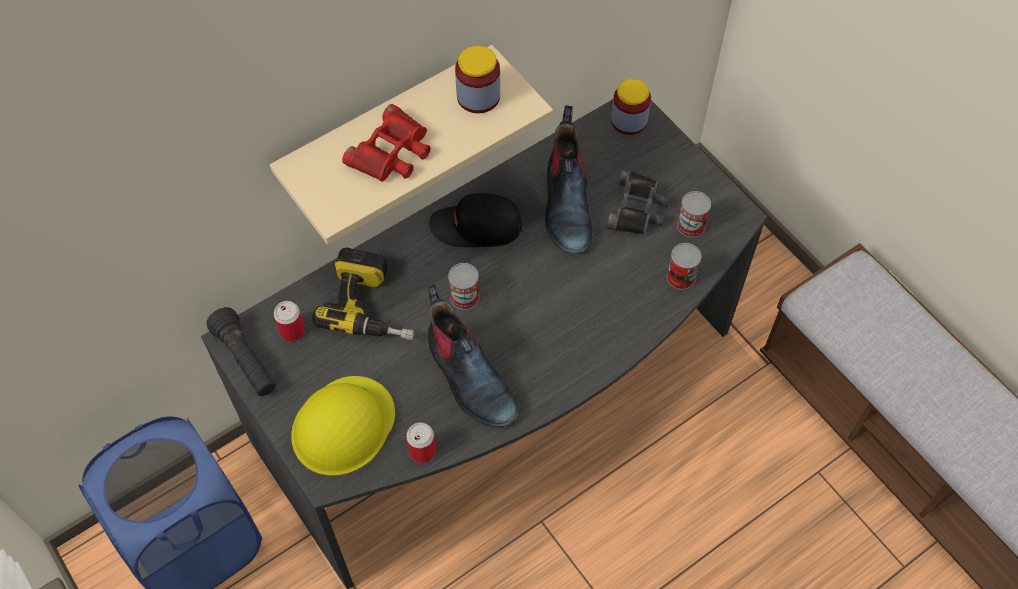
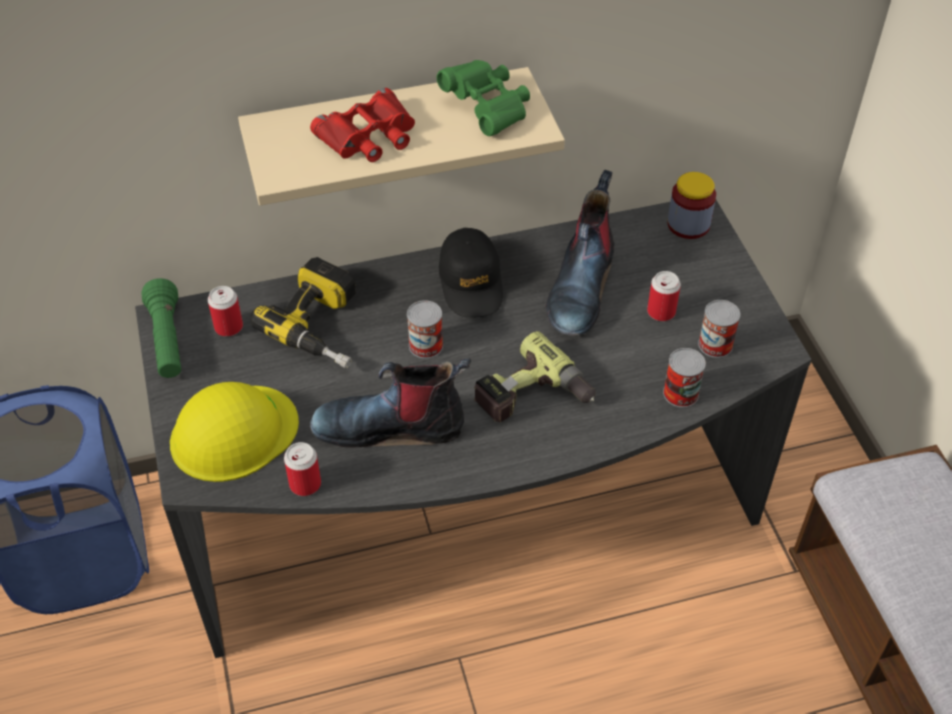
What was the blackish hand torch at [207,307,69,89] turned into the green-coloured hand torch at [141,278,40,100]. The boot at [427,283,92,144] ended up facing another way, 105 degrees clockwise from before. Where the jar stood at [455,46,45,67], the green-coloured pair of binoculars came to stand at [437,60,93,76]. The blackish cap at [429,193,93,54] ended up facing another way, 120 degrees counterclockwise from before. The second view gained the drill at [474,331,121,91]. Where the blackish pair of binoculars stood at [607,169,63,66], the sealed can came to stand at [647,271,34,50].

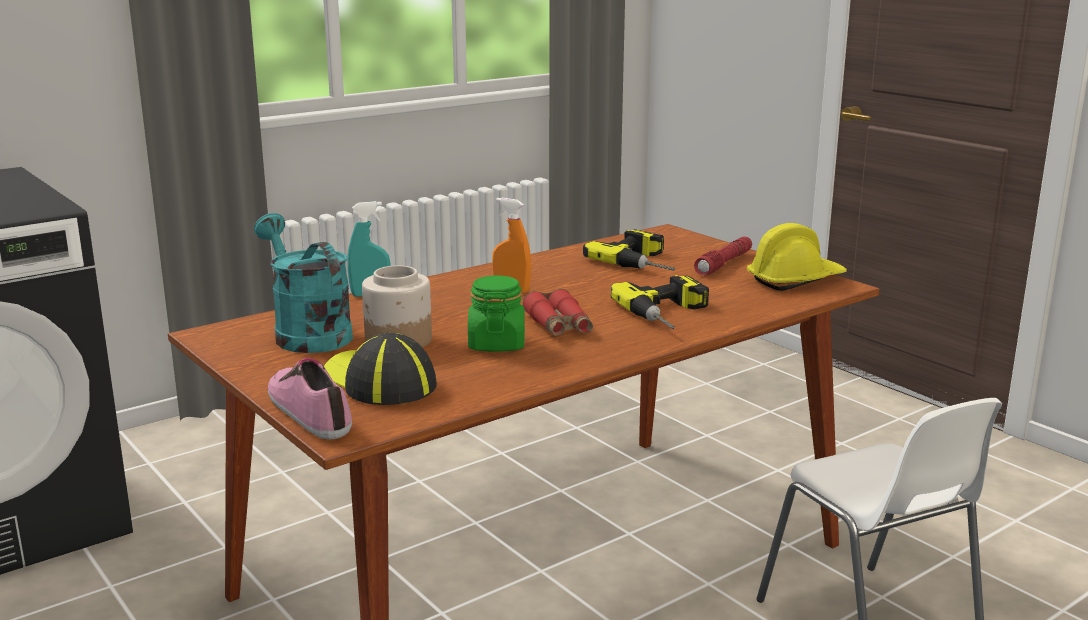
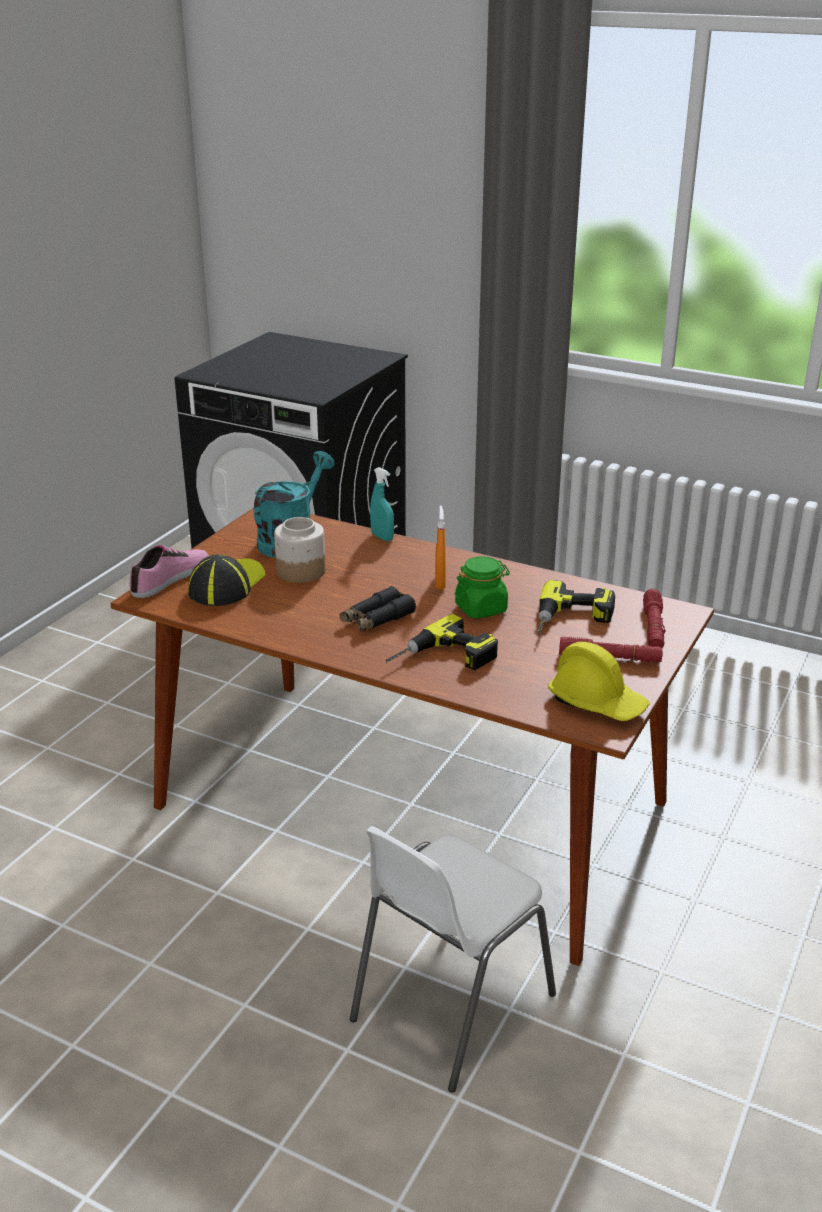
What was the red pair of binoculars at [523,289,70,47] turned into the blackish pair of binoculars at [339,586,77,46]. The green-coloured jar ended up elsewhere, having gone from [468,275,57,77] to [455,556,55,63]. The second view gained the red hand torch at [643,589,23,59].

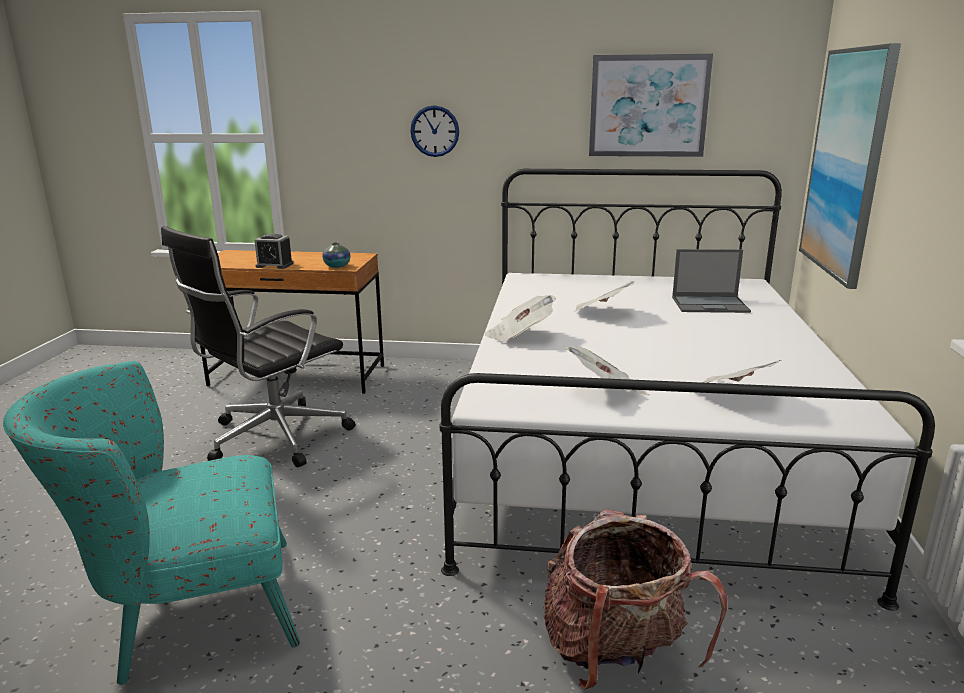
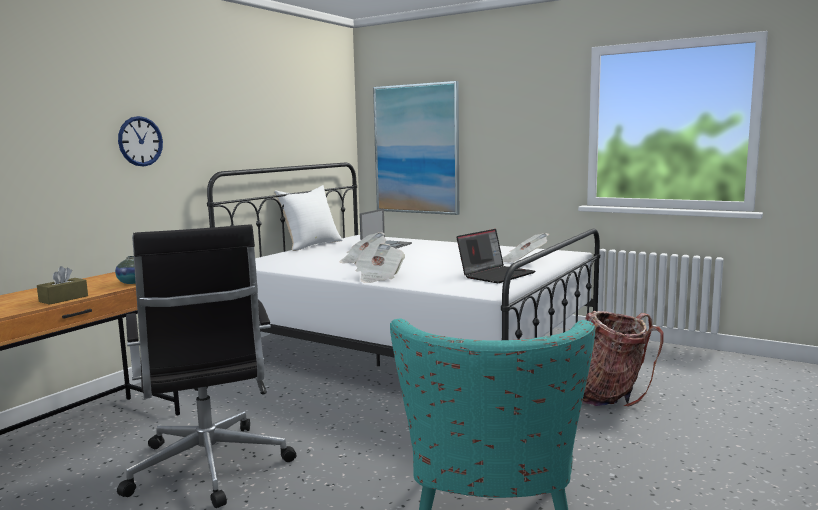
Where the alarm clock stood at [255,233,38,36], the brown-coloured tissue box came to stand at [37,266,51,39]. The second view gained the white cushion at [274,185,69,66]. Where the printed paper stood at [565,346,85,49], the notebook computer came to stand at [456,229,79,54]. The second view lost the wall picture at [589,54,124,103].

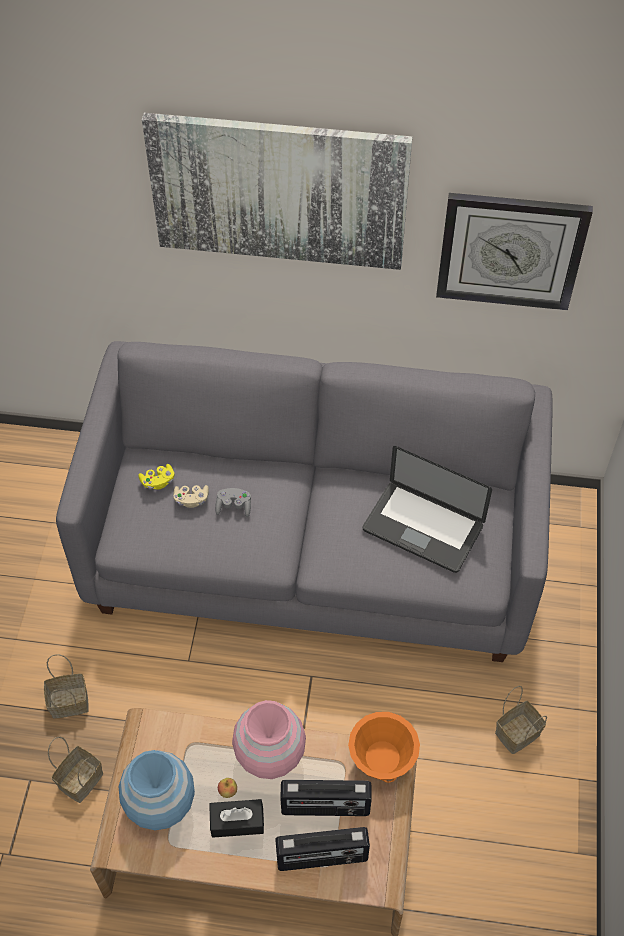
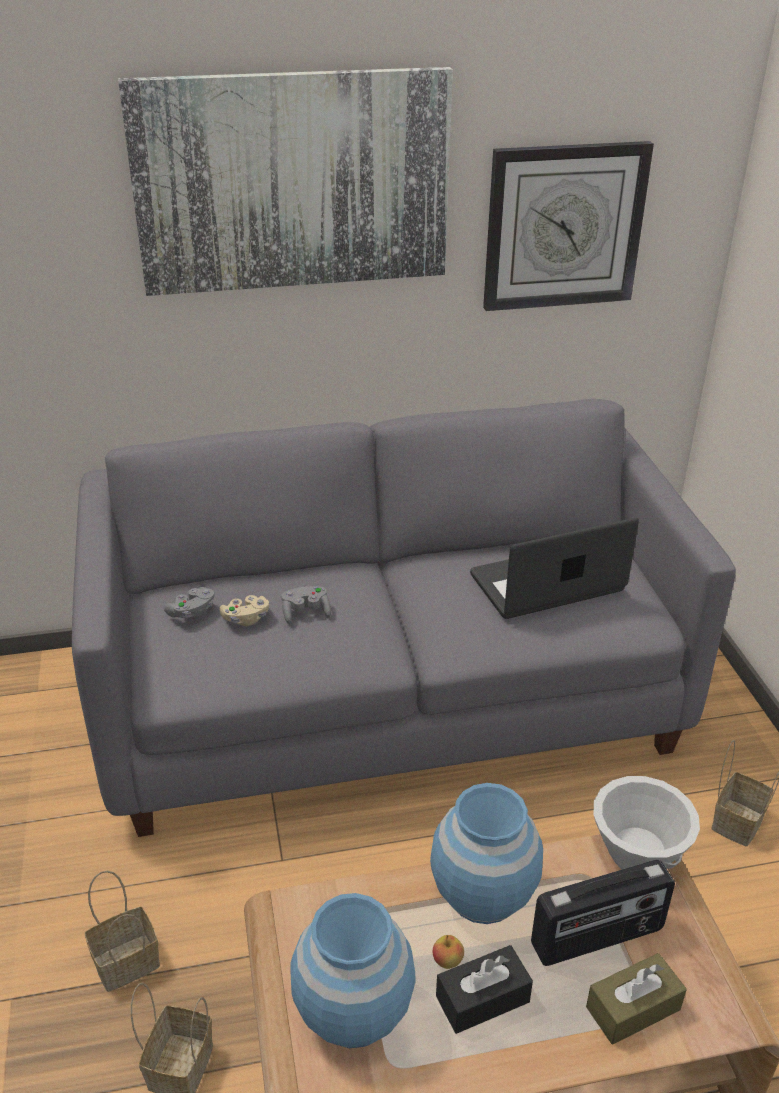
What was the yellowish gamepad at [138,464,37,25] turned into the grey gamepad at [164,587,50,32]. What was the pink-coloured flower vase at [232,700,74,79] turned into the bluish flower vase at [430,783,113,141]. The notebook computer at [362,446,130,127] ended up facing another way, 150 degrees clockwise from before. Where the radio receiver stood at [275,827,95,44], the brown-coloured tissue box came to stand at [586,953,101,91]. What was the orange-coloured deep dish at [348,712,72,71] turned into the white deep dish at [594,776,106,93].

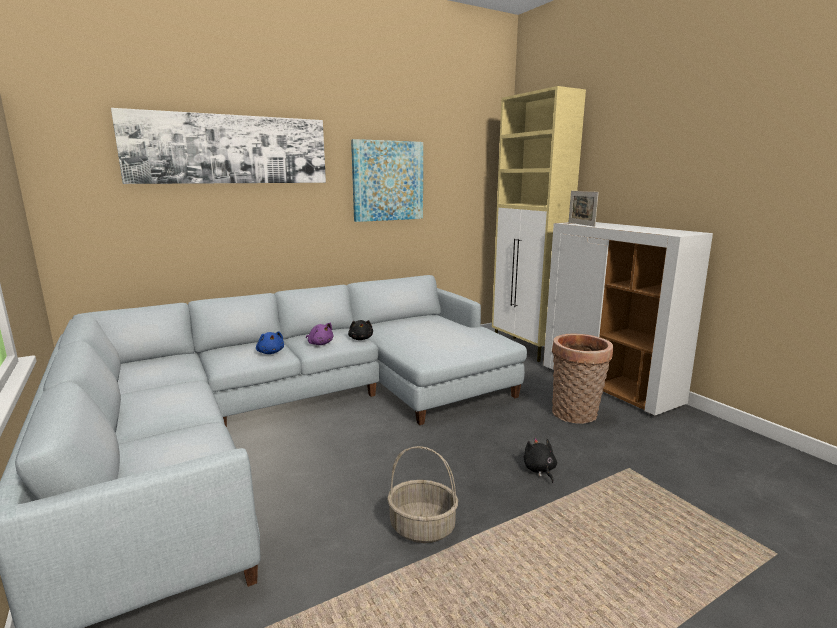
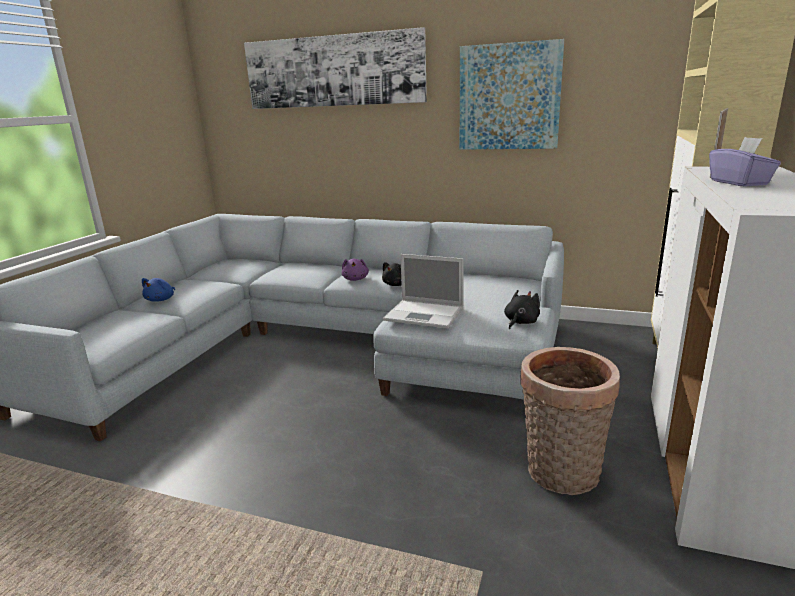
The bluish plush toy ended up elsewhere, having gone from [256,331,28,23] to [142,278,33,24]. The second view gained the notebook computer at [383,254,81,75]. The blackish plush toy ended up elsewhere, having gone from [524,438,33,45] to [504,290,36,40]. The second view gained the purple tissue box at [709,137,72,49]. The second view lost the basket at [387,446,71,97].

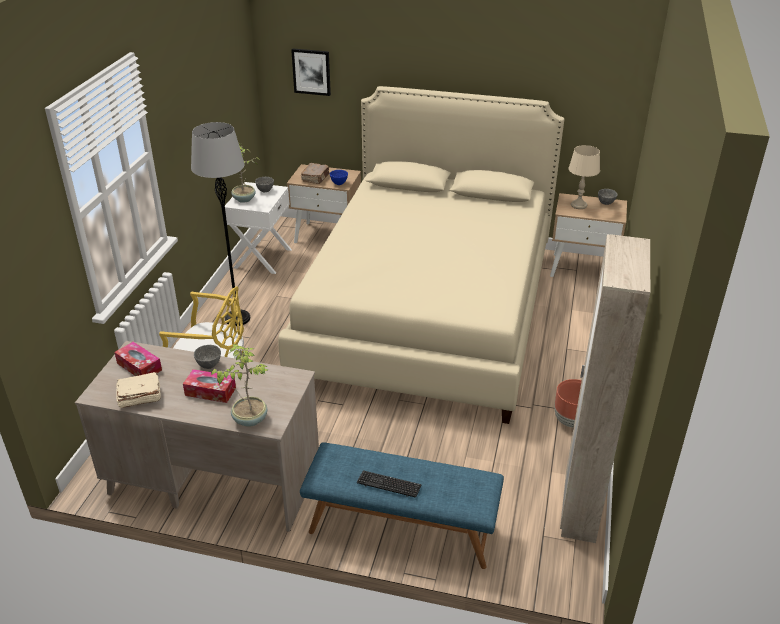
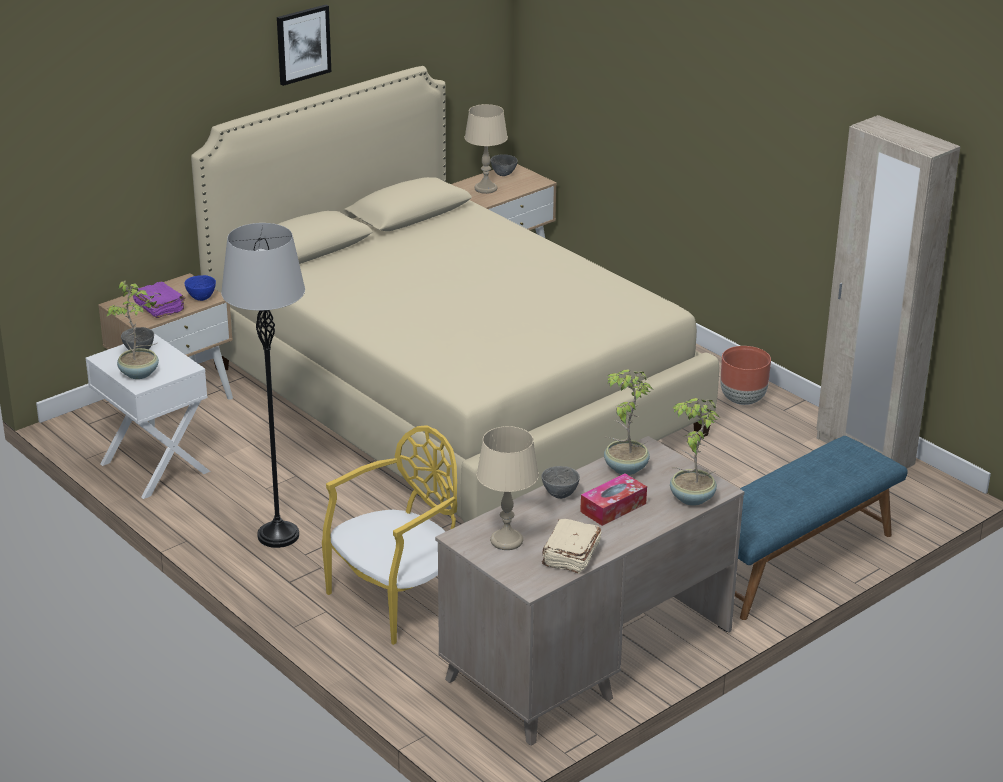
What was the brown-coloured bound book at [301,163,29,21] turned into the purple bound book at [133,281,52,37]. The wall picture ended up elsewhere, having gone from [291,48,40,48] to [277,5,54,81]. Where the tissue box stood at [114,342,48,34], the beige table lamp came to stand at [477,426,62,124]. The second view gained the potted plant at [604,369,48,106]. The second view lost the computer keyboard at [357,470,64,28].

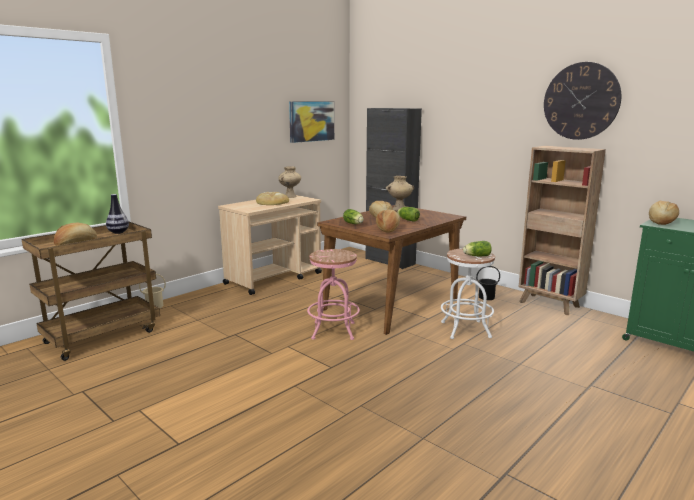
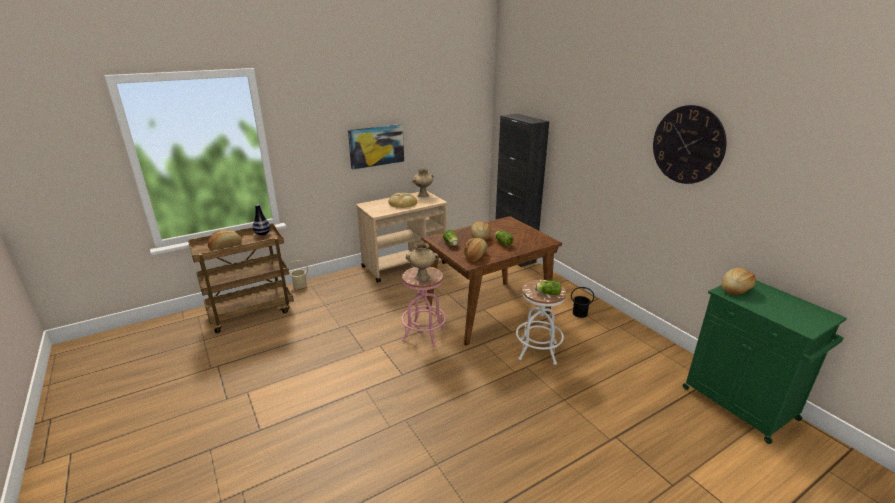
The wall picture ended up elsewhere, having gone from [289,101,45,42] to [348,124,56,46]. The beige flower vase ended up elsewhere, having gone from [386,176,28,35] to [406,243,32,38]. The second view lost the brown-coloured bookshelf at [518,146,88,169].

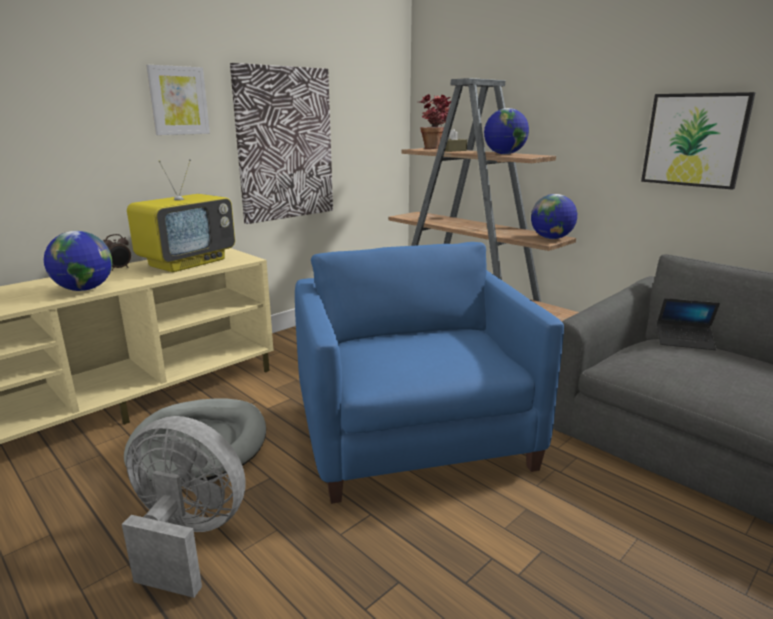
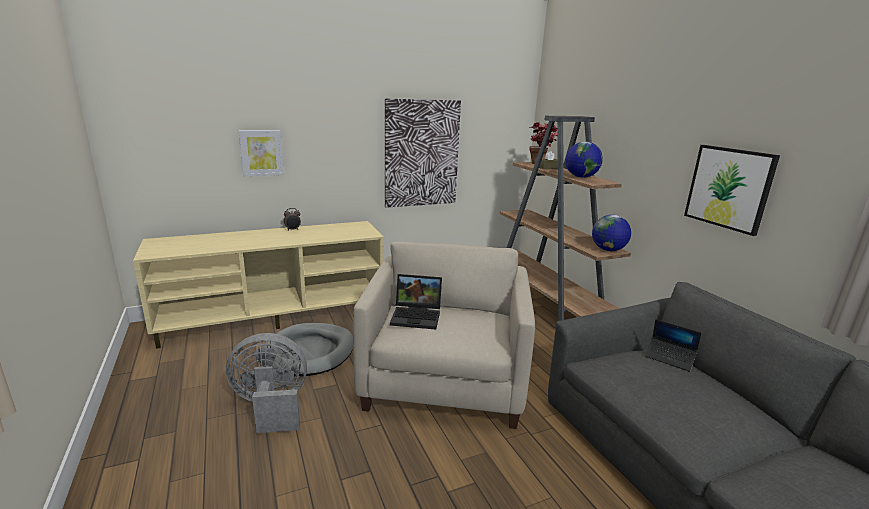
The grey electric fan at [122,416,124,182] ended up facing another way, 45 degrees counterclockwise from before. The wall picture ended up elsewhere, having gone from [146,65,64,70] to [239,130,45,46]. What was the bluish easy chair at [295,242,269,262] turned into the beige easy chair at [353,242,182,187]. The second view gained the notebook computer at [390,274,52,56]. The second view lost the world globe at [44,231,68,60]. The second view lost the television at [127,159,108,113].

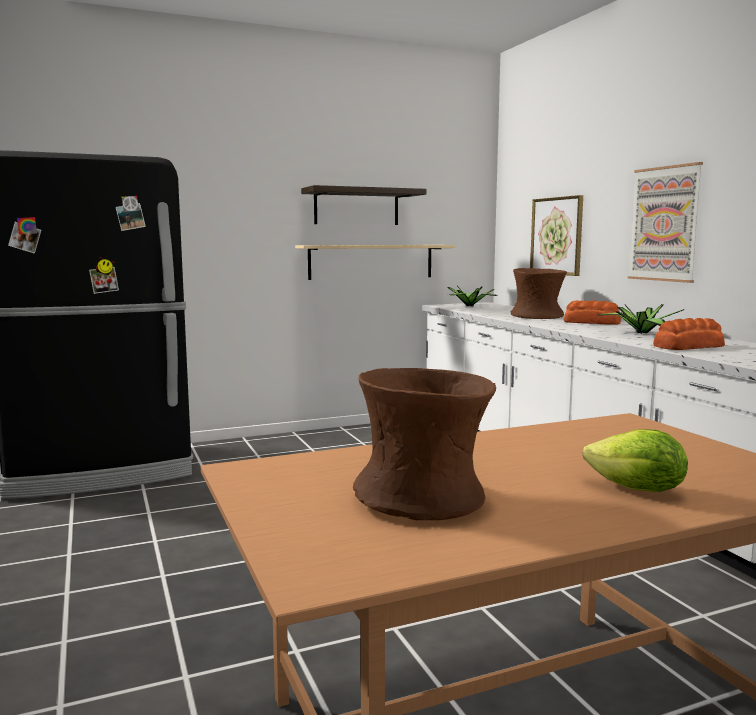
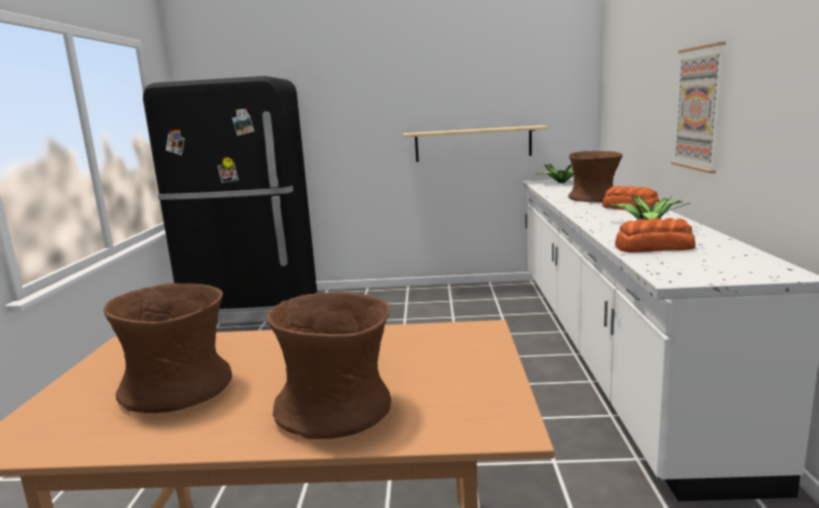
Where the lettuce stood at [583,429,105,63], the brown-coloured flower vase came to stand at [266,292,125,147]. The second view lost the bracket shelf at [301,185,126,40]. The second view lost the wall picture at [530,195,53,81].

